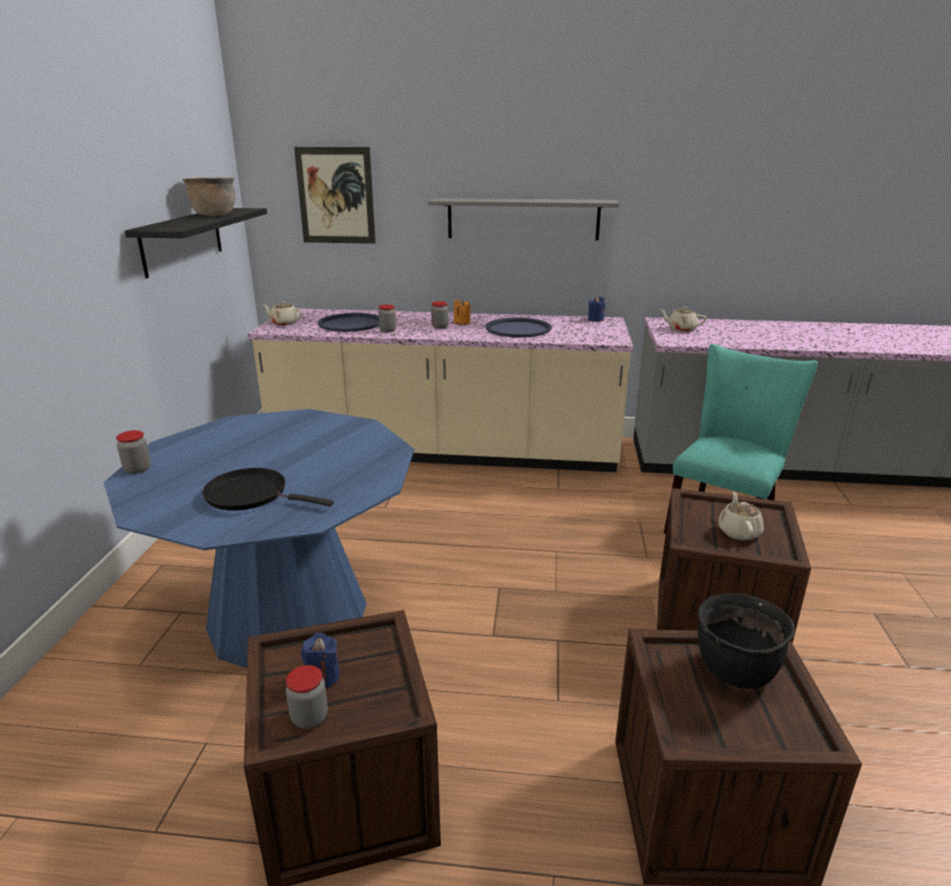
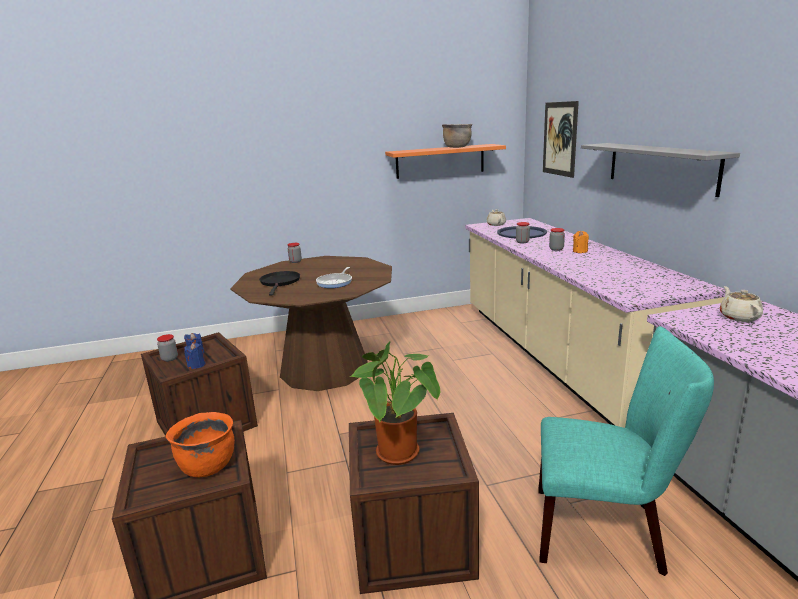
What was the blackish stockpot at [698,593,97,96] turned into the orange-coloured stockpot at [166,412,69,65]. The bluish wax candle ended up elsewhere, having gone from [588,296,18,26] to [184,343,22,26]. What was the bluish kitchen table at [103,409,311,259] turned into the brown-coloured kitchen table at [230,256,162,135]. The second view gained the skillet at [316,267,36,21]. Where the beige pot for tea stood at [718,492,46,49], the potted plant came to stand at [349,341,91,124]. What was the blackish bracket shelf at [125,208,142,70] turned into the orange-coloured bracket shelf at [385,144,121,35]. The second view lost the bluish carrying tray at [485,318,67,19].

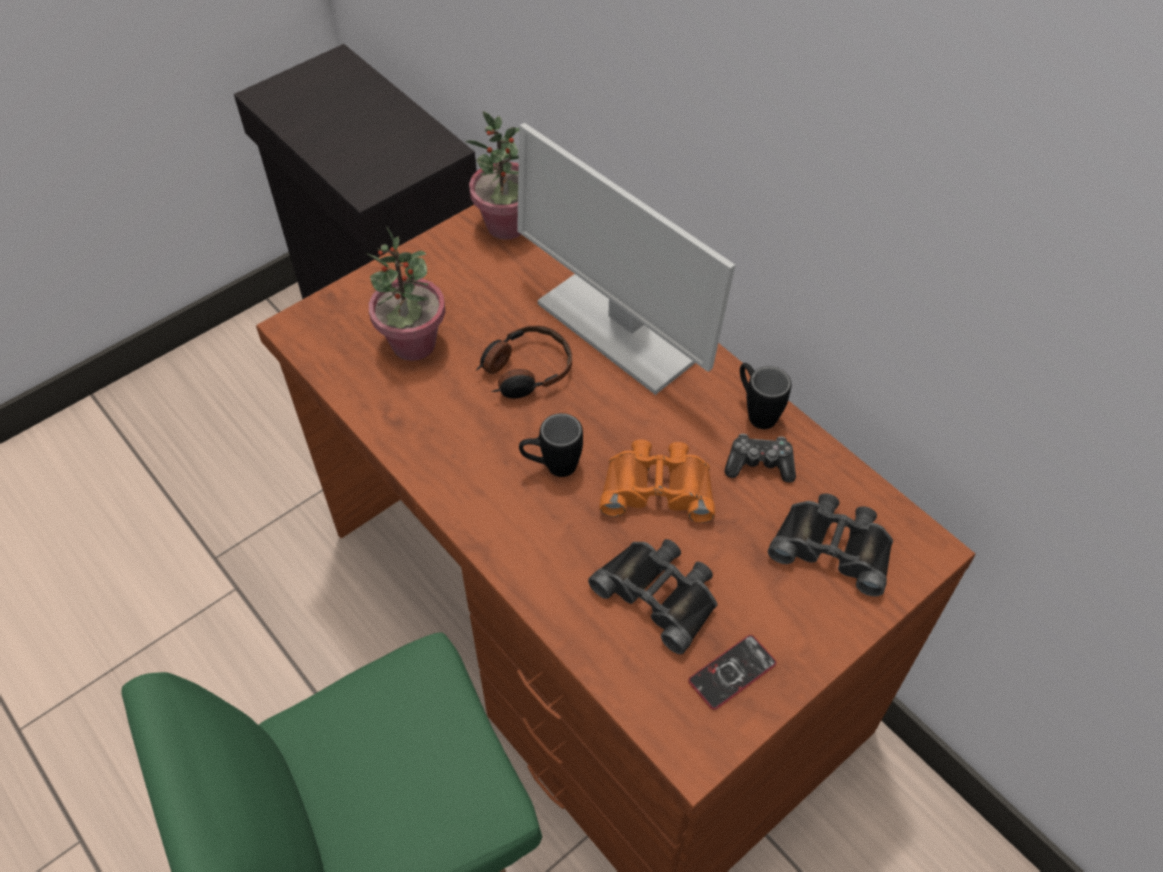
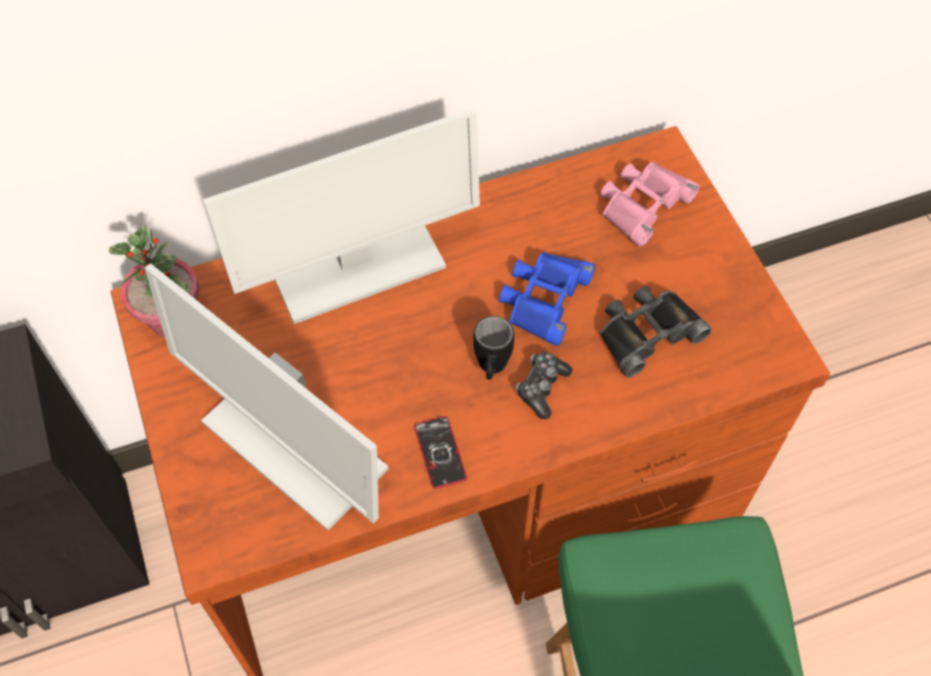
Where the potted plant stood at [365,226,80,135], the monitor came to stand at [145,263,244,268]. The telephone ended up elsewhere, having gone from [689,635,87,75] to [414,416,53,73]. What was the orange-coloured pair of binoculars at [599,440,116,83] turned into the bluish pair of binoculars at [499,252,96,94]. The gamepad ended up elsewhere, having gone from [725,434,71,49] to [516,352,56,67]. What was the blackish pair of binoculars at [768,493,125,104] turned into the pink-coloured pair of binoculars at [600,162,100,85]. The second view lost the headphones at [475,326,97,73]. The second view lost the blackish tea mug at [740,363,51,66].

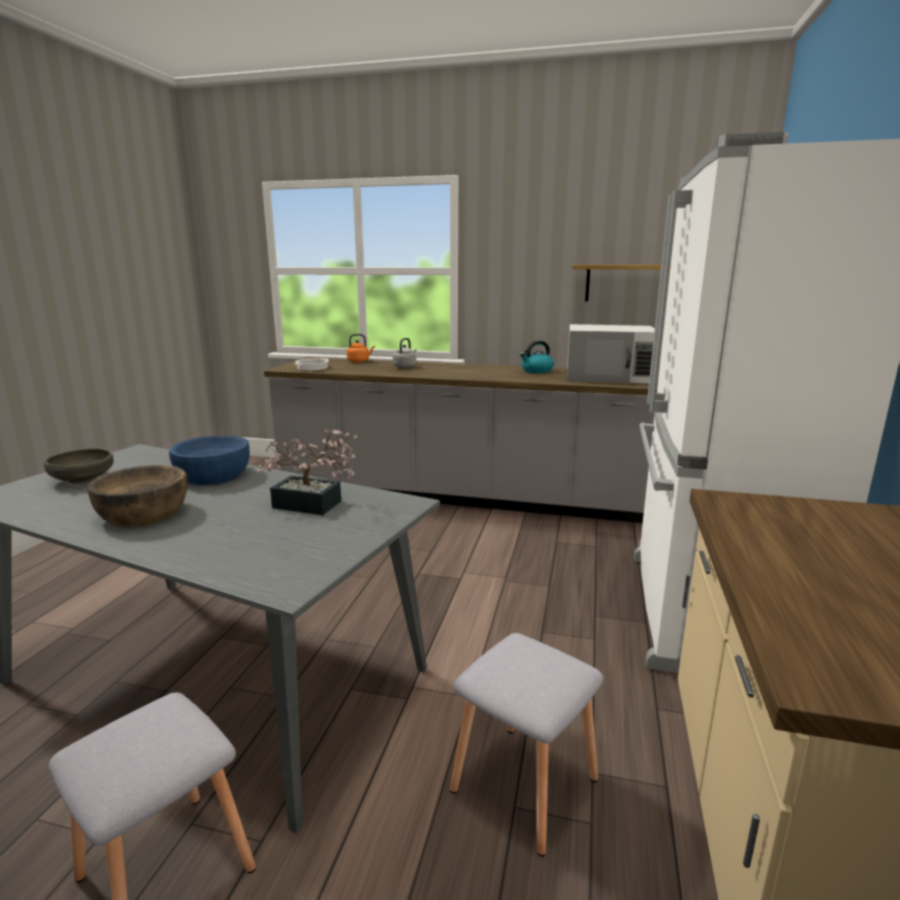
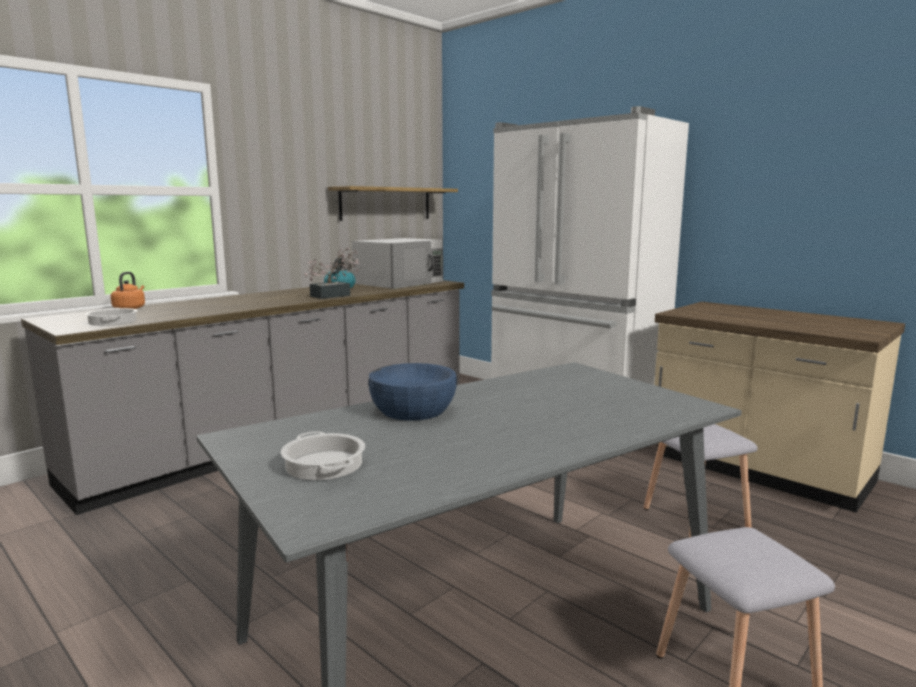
Where the grey deep dish stood at [44,448,70,36], the stockpot came to stand at [281,431,84,49]. The potted plant ended up elsewhere, having gone from [255,429,102,86] to [304,248,55,51]. The second view lost the brown-coloured deep dish at [87,465,101,62]. The second view lost the grey tea kettle at [393,338,23,30].

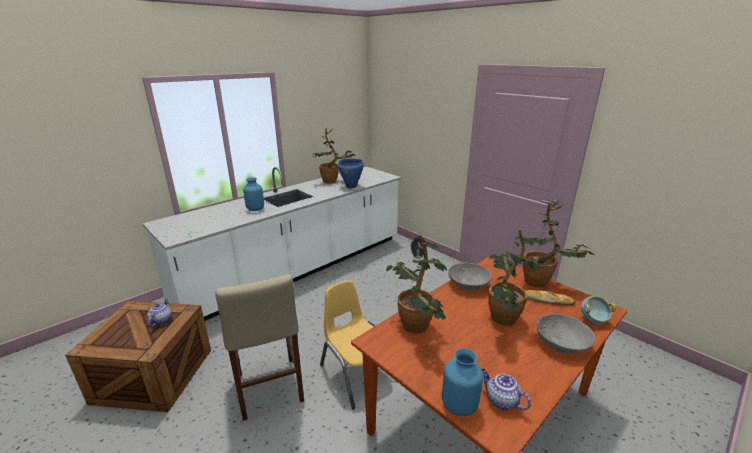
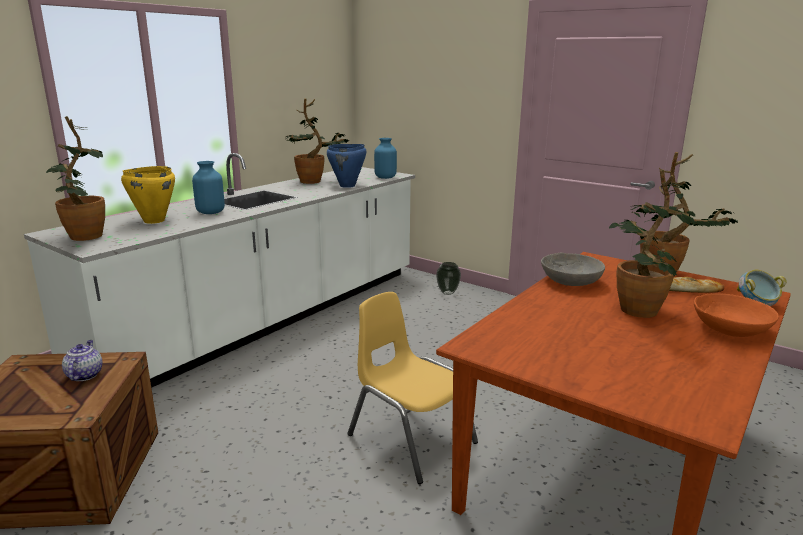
The potted plant ended up elsewhere, having gone from [386,234,61,100] to [46,116,59,125]. The second view gained the yellowish stockpot at [121,166,54,58]. The bluish flower vase ended up elsewhere, having gone from [442,348,41,68] to [374,138,23,41]. What was the grey deep dish at [537,314,59,40] turned into the orange-coloured deep dish at [694,293,85,44]. The second view lost the beige stool seat at [215,274,89,147]. The second view lost the pot for tea at [481,369,50,41].

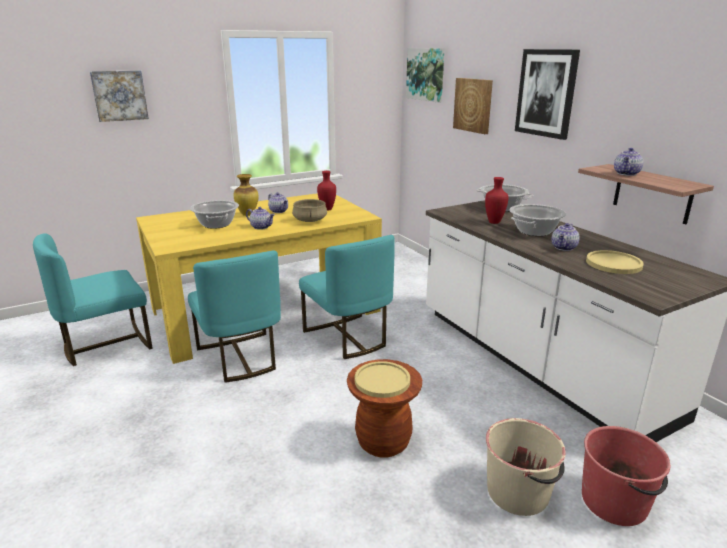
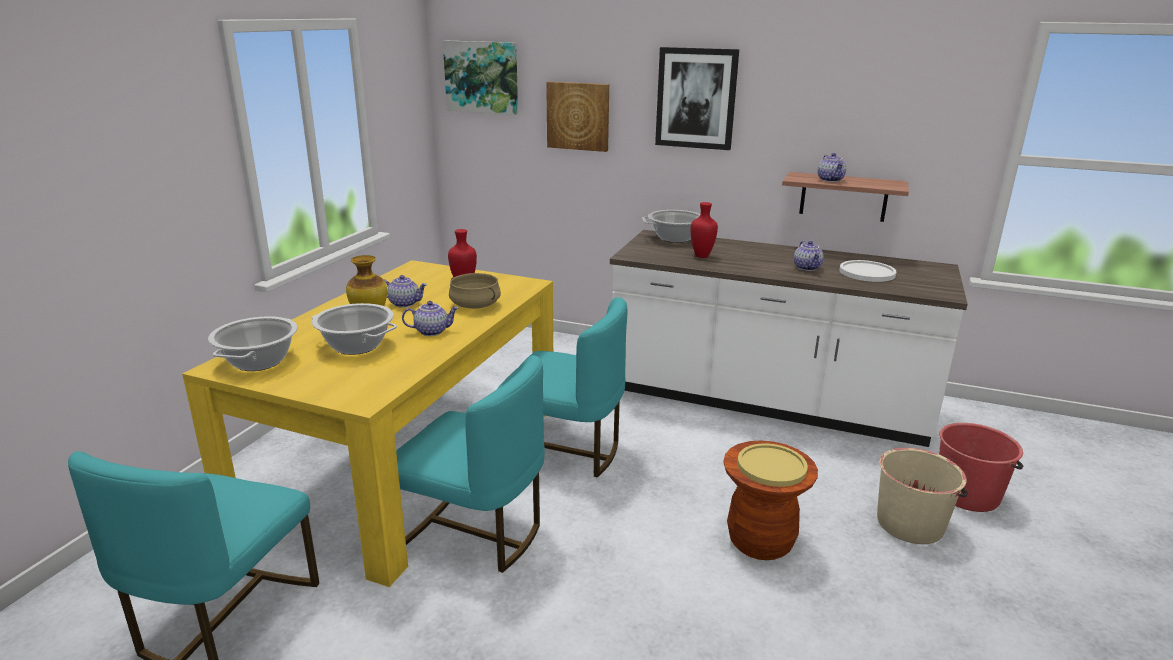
The stockpot ended up elsewhere, having gone from [510,204,56,32] to [208,316,90,55]. What was the yellowish flat dish at [586,250,58,24] turned into the white flat dish at [839,260,57,22]. The second view lost the wall picture at [90,70,59,52].

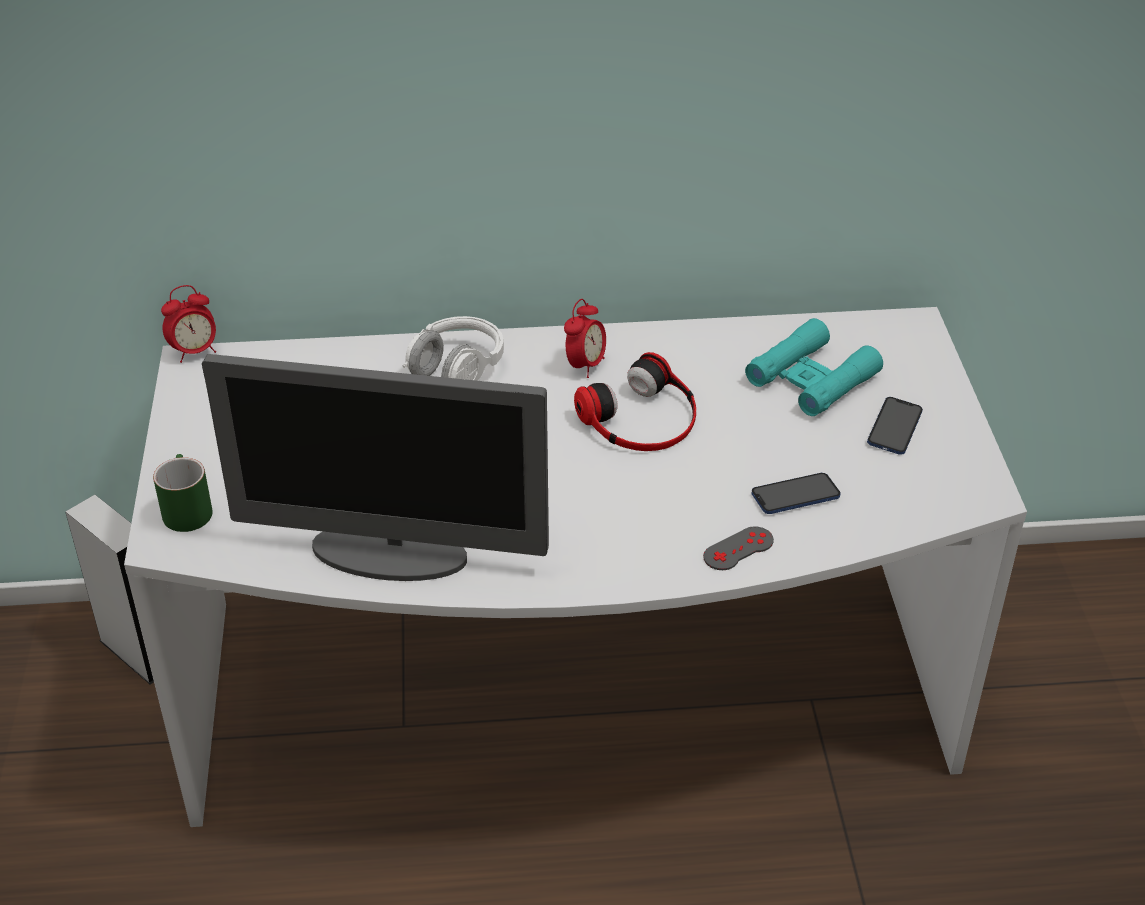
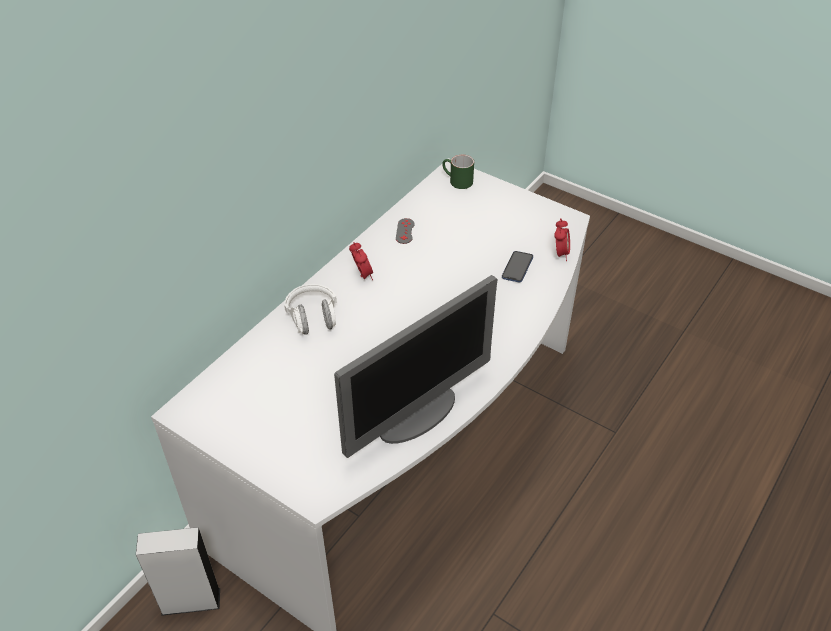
The grey gamepad ended up elsewhere, having gone from [703,526,71,44] to [396,218,19,26]. The green-coloured tea mug ended up elsewhere, having gone from [153,454,60,78] to [442,155,32,34]. The alarm clock ended up elsewhere, having gone from [161,285,55,78] to [554,218,16,43]. The second view lost the headphones at [574,352,122,99]. The second view lost the blue-green pair of binoculars at [745,318,138,98]. The second view lost the telephone at [867,397,56,58].

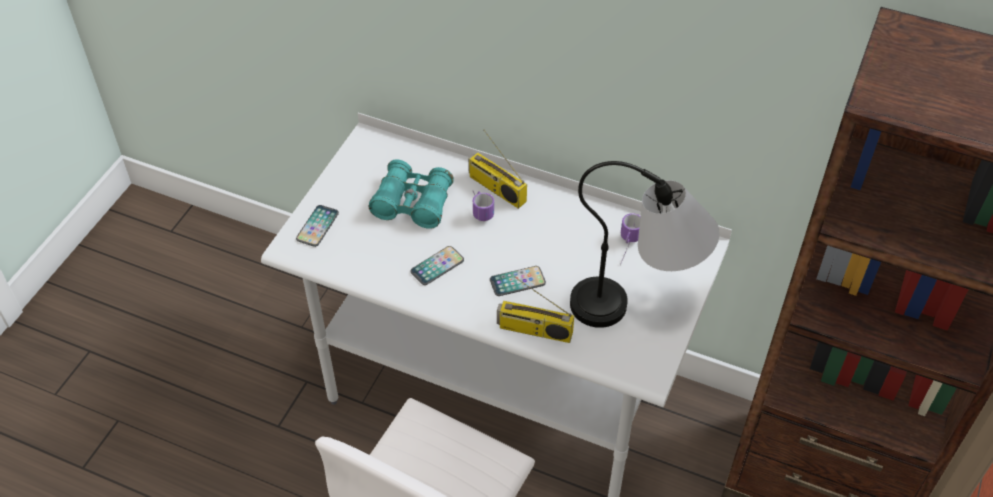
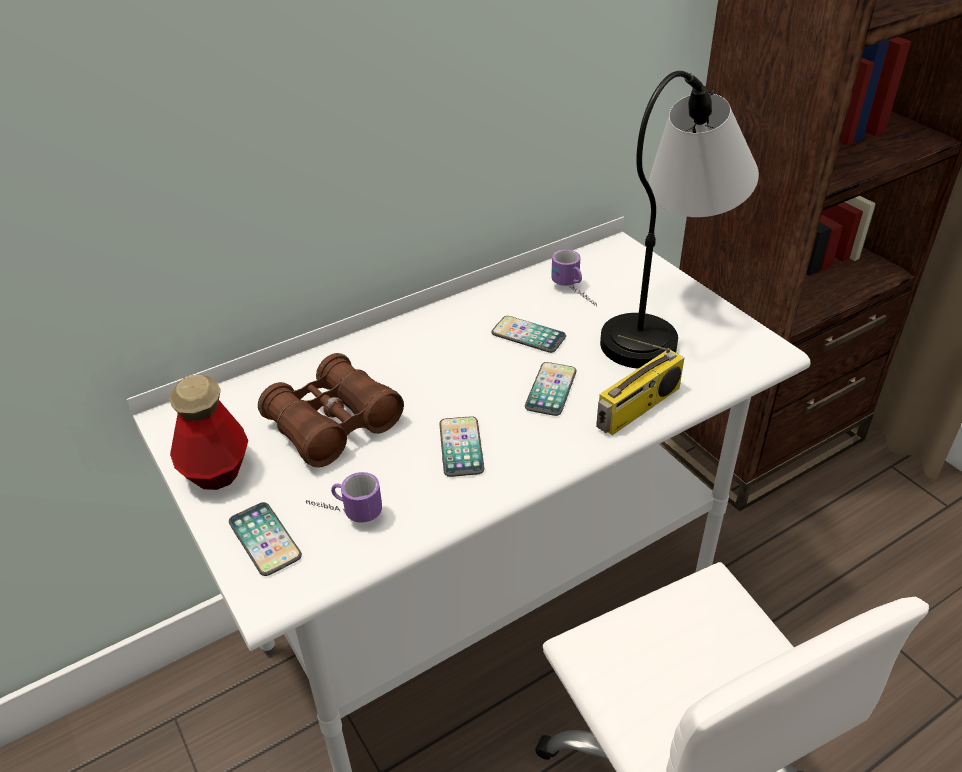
The second view gained the bottle at [169,375,79,115]. What was the blue-green pair of binoculars at [369,159,85,70] turned into the brown-coloured pair of binoculars at [258,353,146,115]. The tea mug ended up elsewhere, having gone from [473,191,21,30] to [306,472,76,51]. The second view gained the telephone at [492,316,74,37]. The second view lost the radio receiver at [468,130,59,79].

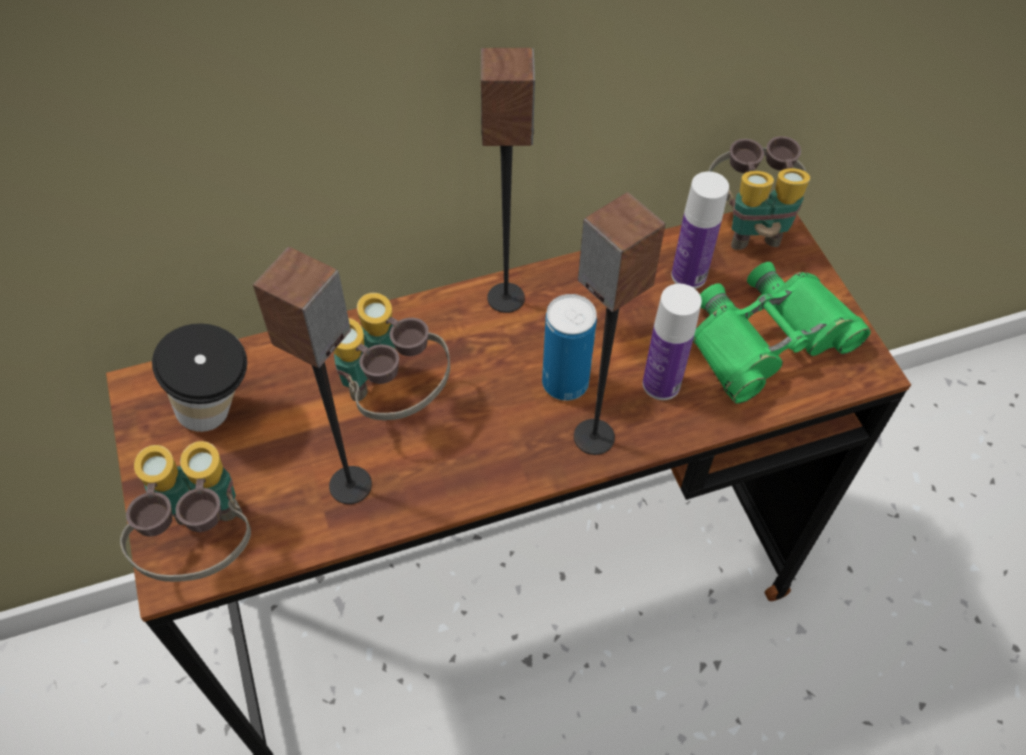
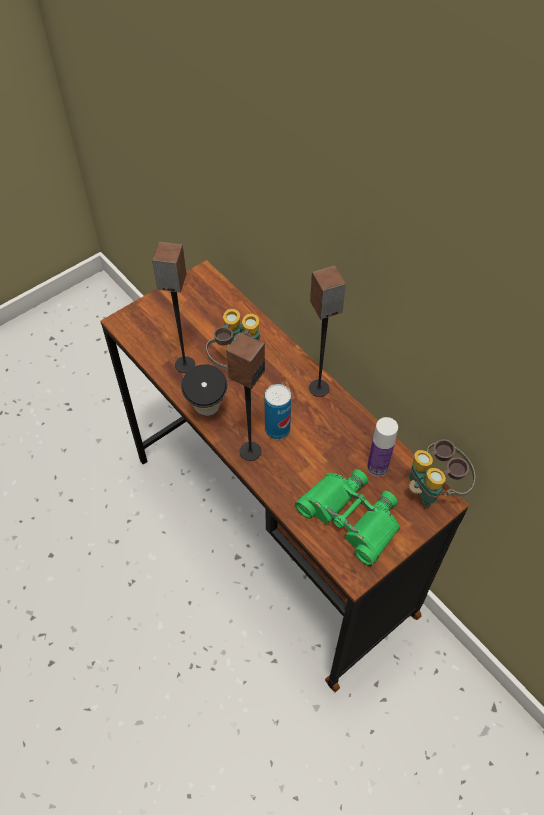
The drinking cup ended up elsewhere, having gone from [152,323,95,109] to [181,364,46,52]. The second view lost the pair of binoculars at [120,441,131,141]. The second view lost the bottle at [643,284,59,116].

